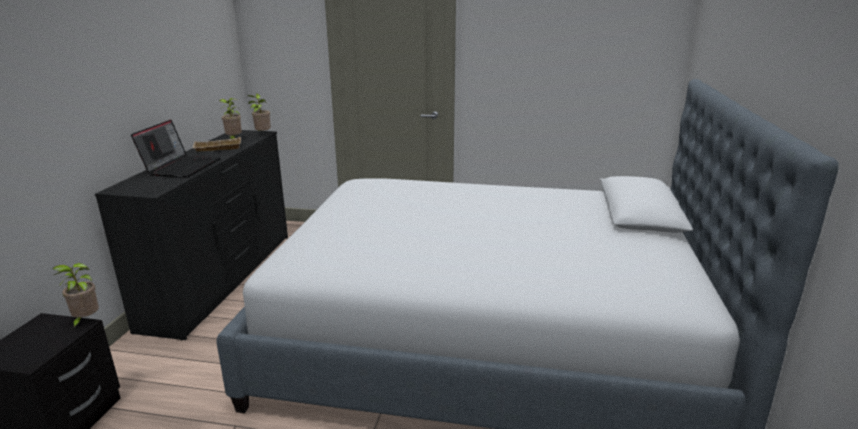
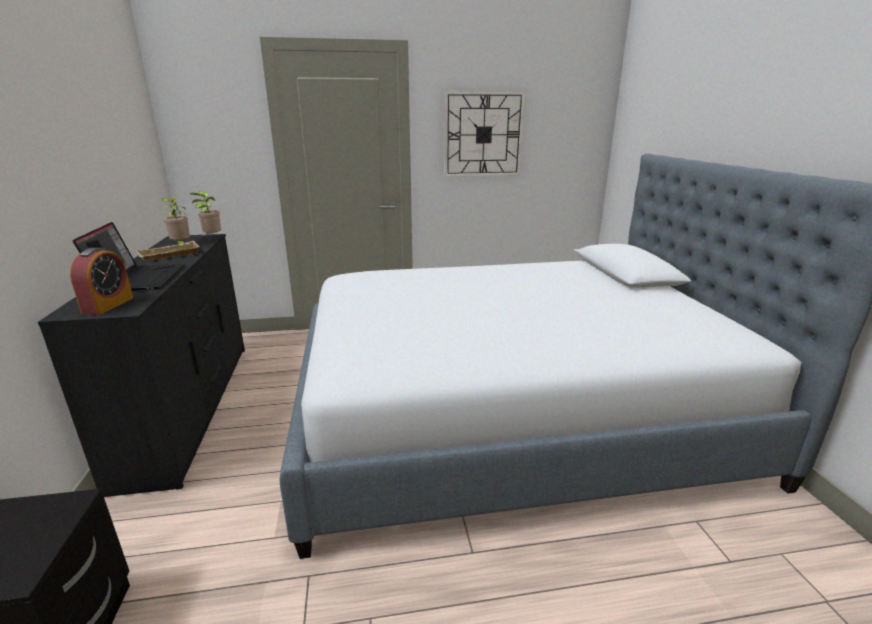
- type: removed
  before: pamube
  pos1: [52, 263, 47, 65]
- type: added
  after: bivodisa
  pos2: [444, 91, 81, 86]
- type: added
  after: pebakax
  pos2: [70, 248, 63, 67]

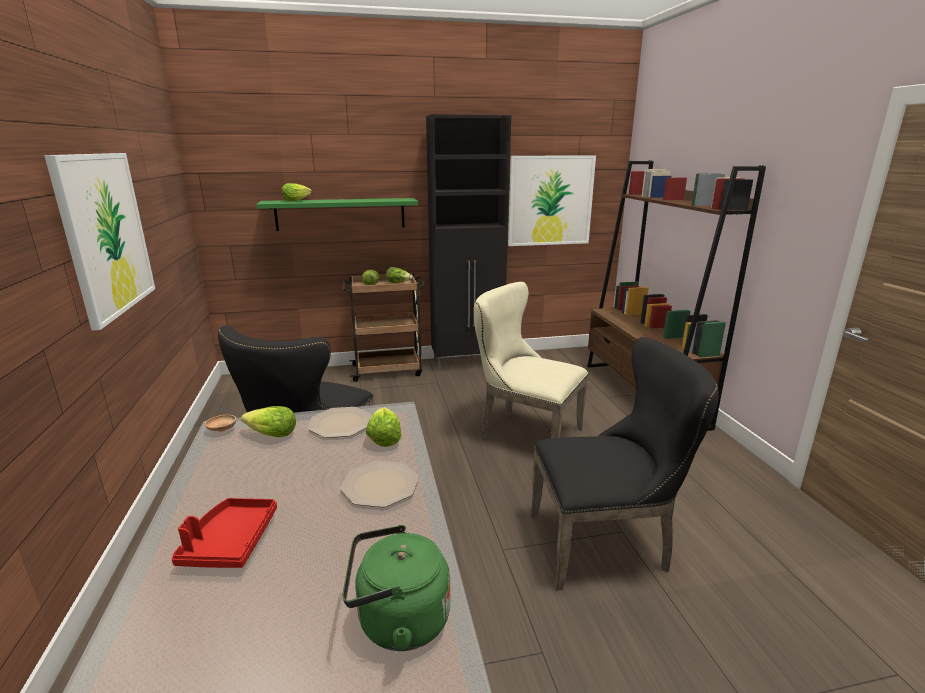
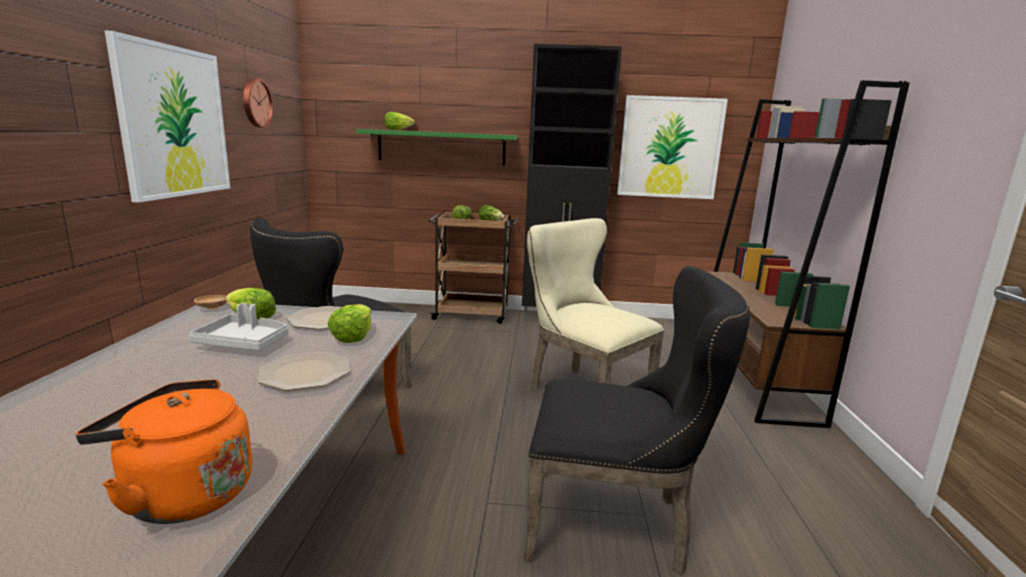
- type: removed
  before: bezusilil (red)
  pos1: [171, 498, 106, 70]
- type: recoloured
  before: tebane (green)
  after: tebane (orange)
  pos1: [343, 525, 107, 126]
  pos2: [76, 379, 176, 145]
- type: added
  after: bivodisa
  pos2: [243, 79, 30, 49]
- type: added
  after: bezusilil (grey)
  pos2: [189, 303, 99, 48]

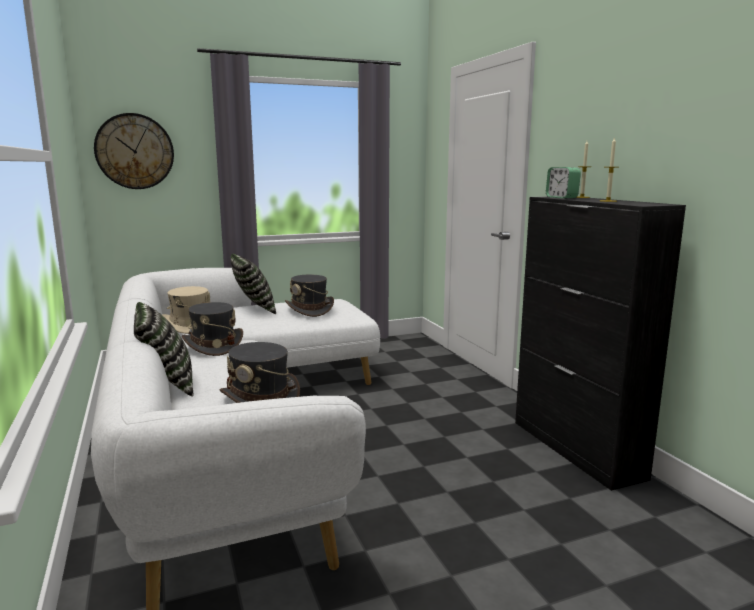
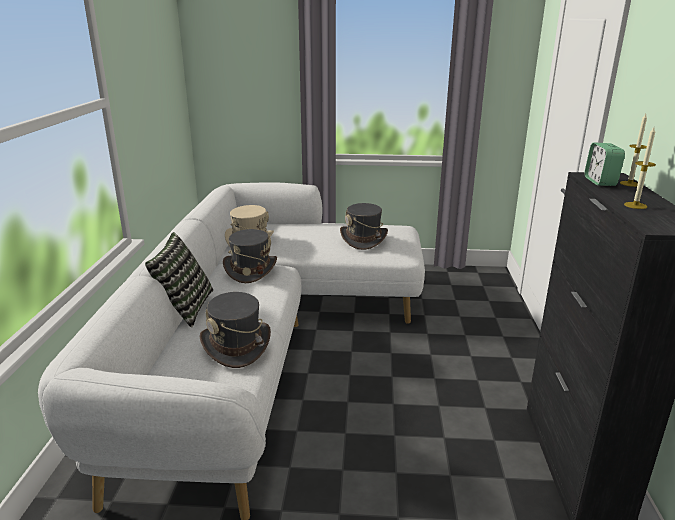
- type: removed
  before: bivodisa
  pos1: [94, 113, 80, 76]
- type: removed
  before: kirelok
  pos1: [231, 254, 45, 60]

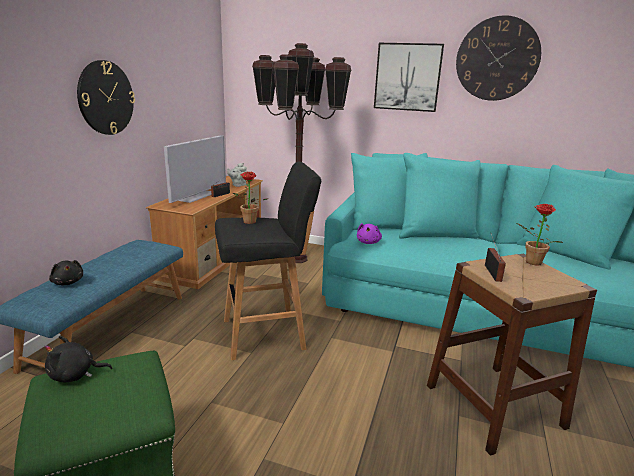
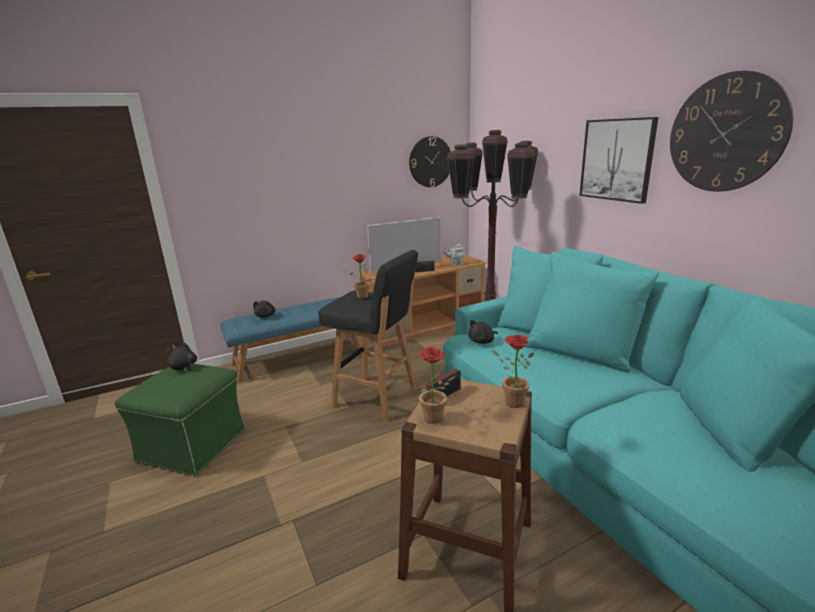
- type: moved
  before: bivodisa
  pos1: [77, 60, 58, 75]
  pos2: [409, 136, 42, 51]
- type: recoloured
  before: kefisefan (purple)
  after: kefisefan (black)
  pos1: [357, 223, 25, 21]
  pos2: [468, 320, 30, 24]
- type: added
  after: pamube
  pos2: [417, 347, 38, 77]

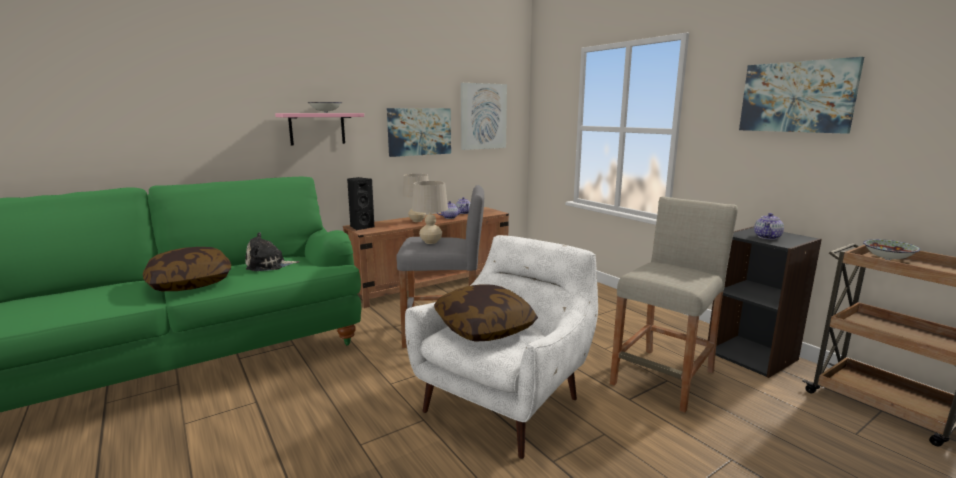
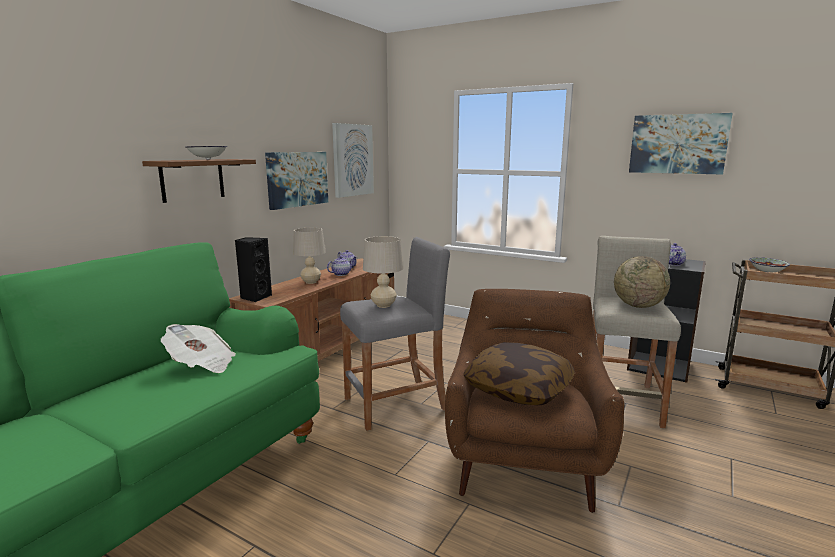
- type: recoloured
  before: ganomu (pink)
  after: ganomu (brown)
  pos1: [275, 113, 89, 33]
  pos2: [142, 159, 114, 44]
- type: replaced
  before: kefisefan
  after: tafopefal
  pos1: [246, 232, 54, 39]
  pos2: [161, 324, 75, 49]
- type: recoloured
  before: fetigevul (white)
  after: fetigevul (brown)
  pos1: [405, 235, 193, 224]
  pos2: [445, 289, 179, 224]
- type: removed
  before: kirelok
  pos1: [143, 247, 88, 44]
- type: added
  after: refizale
  pos2: [614, 256, 56, 52]

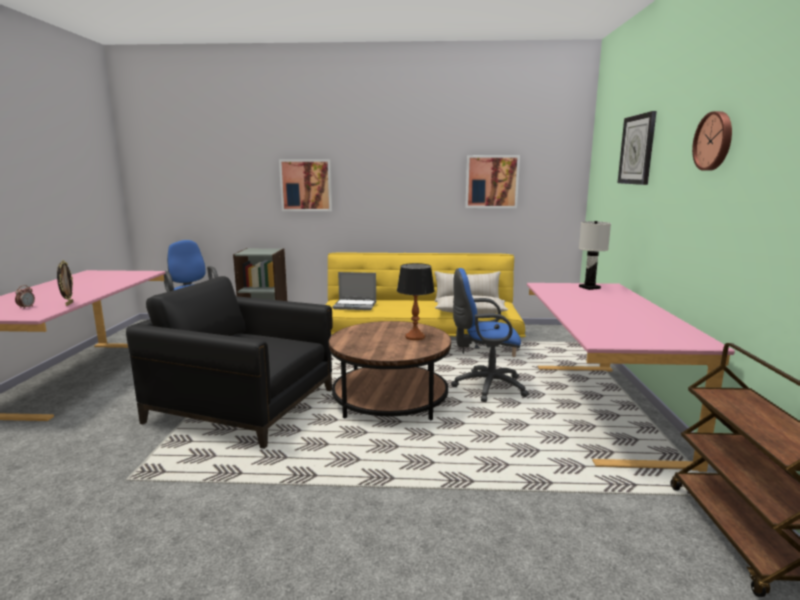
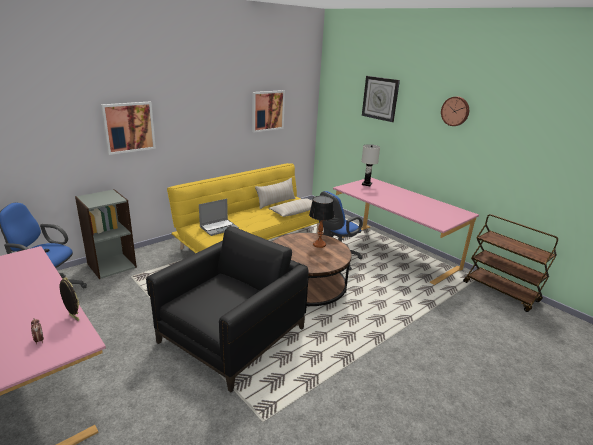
- type: turned
  before: fetigevul (black)
  pos1: [126, 276, 207, 173]
  pos2: [146, 226, 163, 166]
  turn: 150

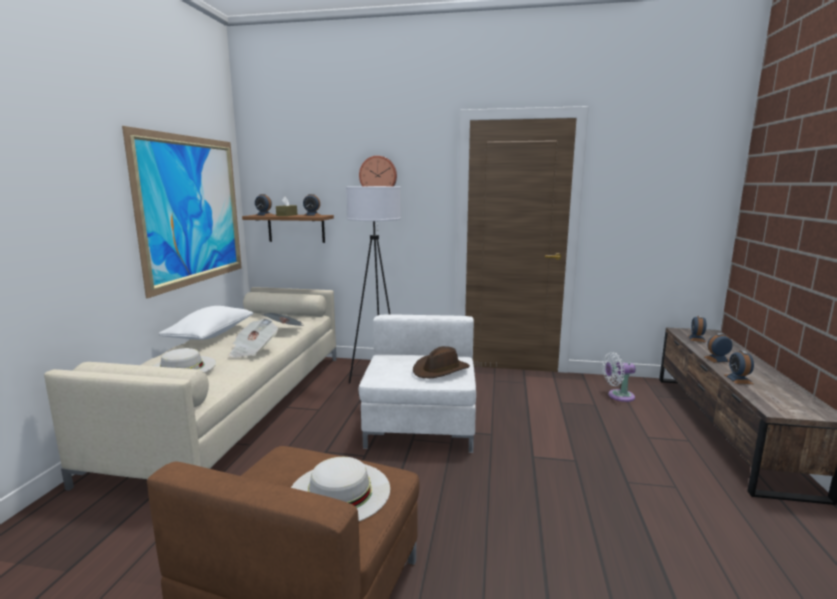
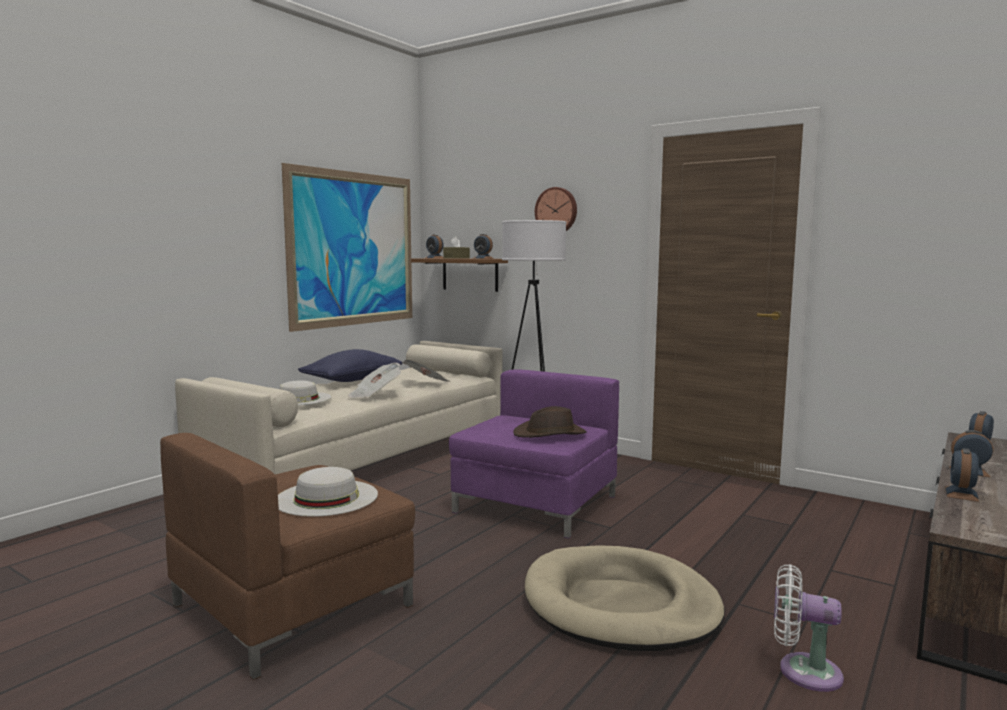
- type: recoloured
  before: kirelok (white)
  after: kirelok (blue)
  pos1: [158, 306, 95, 34]
  pos2: [298, 349, 104, 33]
- type: recoloured
  before: fetigevul (white)
  after: fetigevul (purple)
  pos1: [359, 314, 117, 139]
  pos2: [449, 369, 170, 170]
- type: moved
  before: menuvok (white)
  pos1: [603, 352, 33, 50]
  pos2: [774, 564, 70, 128]
- type: added
  after: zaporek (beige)
  pos2: [525, 545, 200, 106]

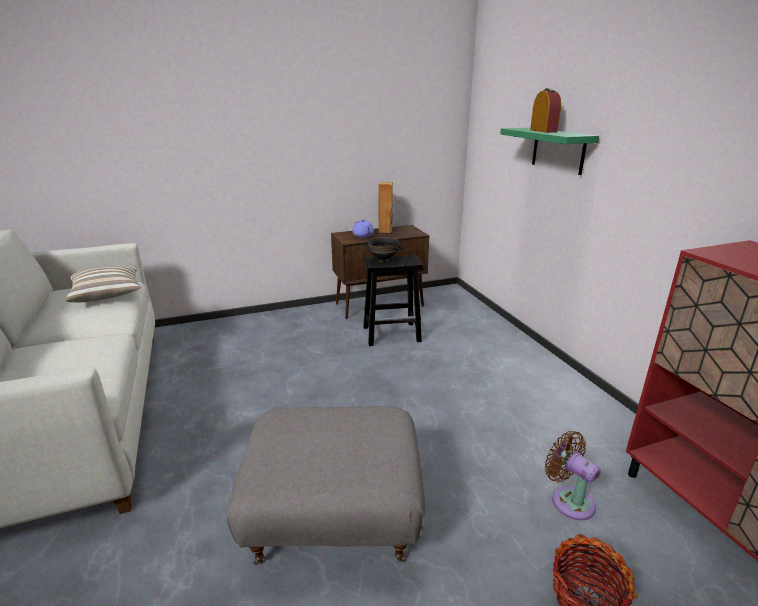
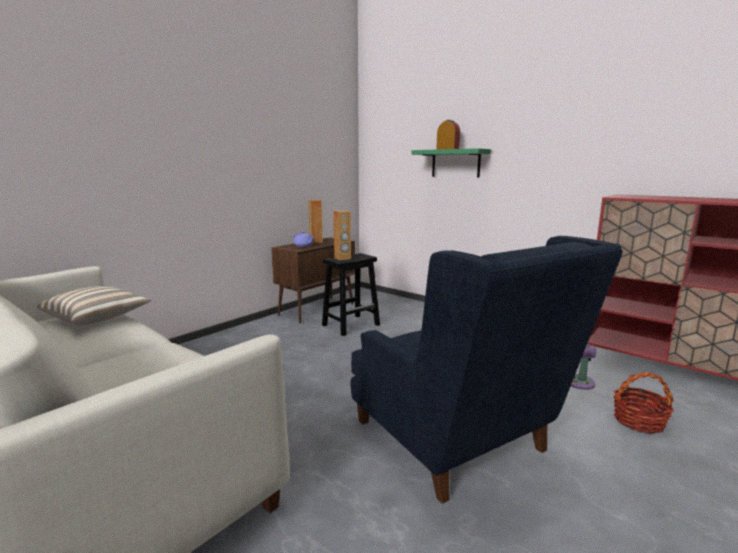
- type: replaced
  before: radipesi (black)
  after: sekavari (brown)
  pos1: [363, 237, 41, 25]
  pos2: [333, 210, 18, 50]
- type: replaced
  before: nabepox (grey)
  after: fetigevul (blue)
  pos1: [227, 406, 198, 159]
  pos2: [351, 236, 272, 268]

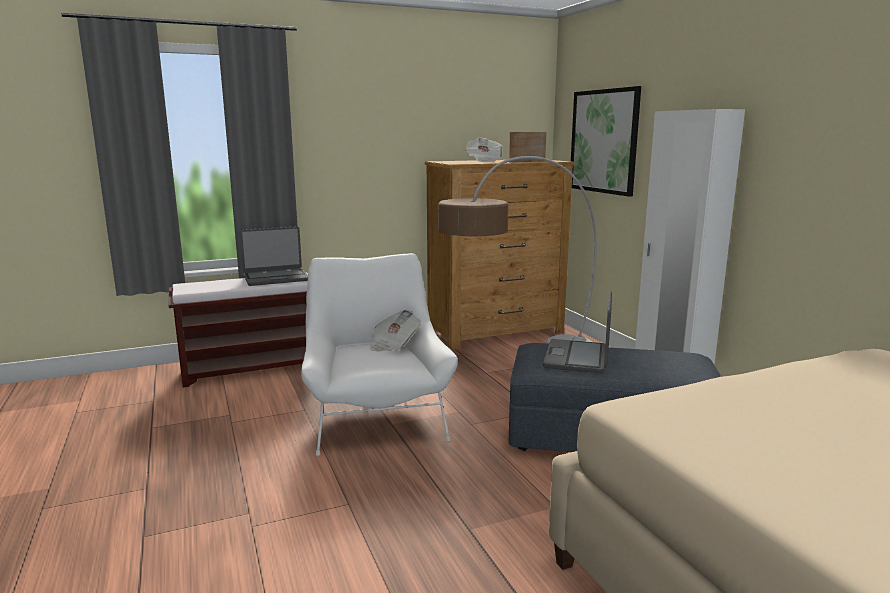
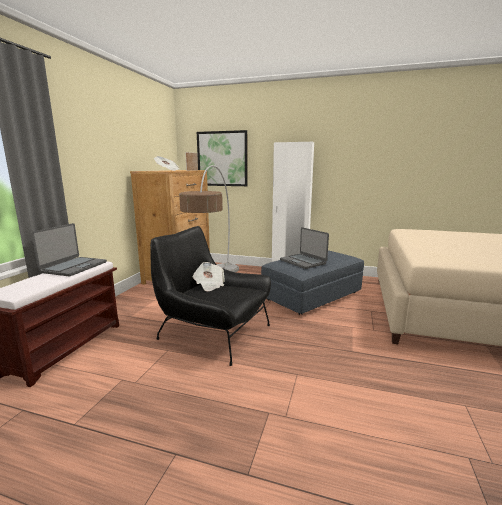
- type: recoloured
  before: fetigevul (white)
  after: fetigevul (black)
  pos1: [301, 253, 157, 203]
  pos2: [150, 226, 121, 140]

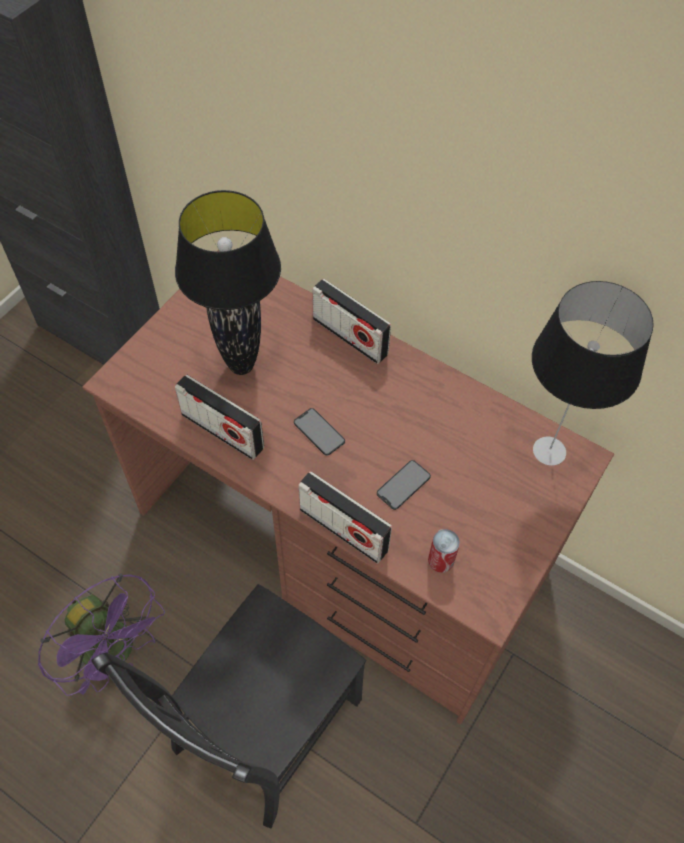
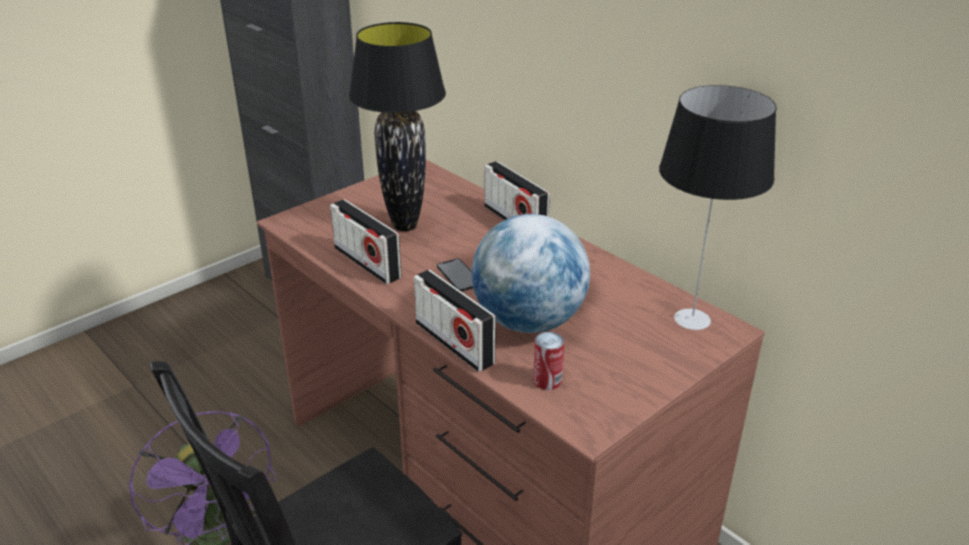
- type: replaced
  before: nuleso
  after: refizale
  pos1: [377, 460, 54, 50]
  pos2: [471, 214, 119, 119]

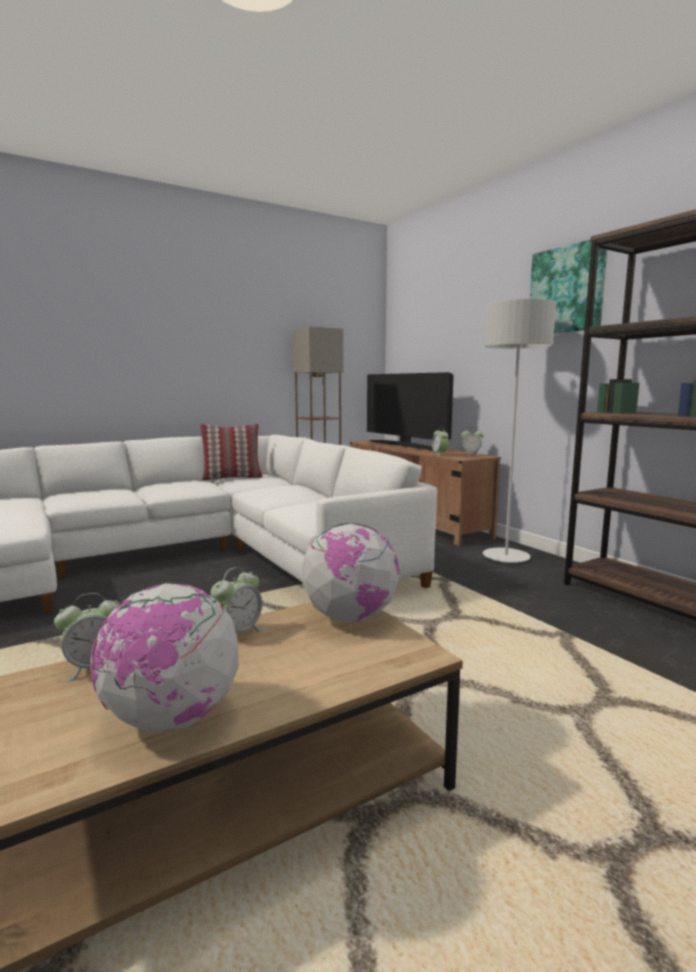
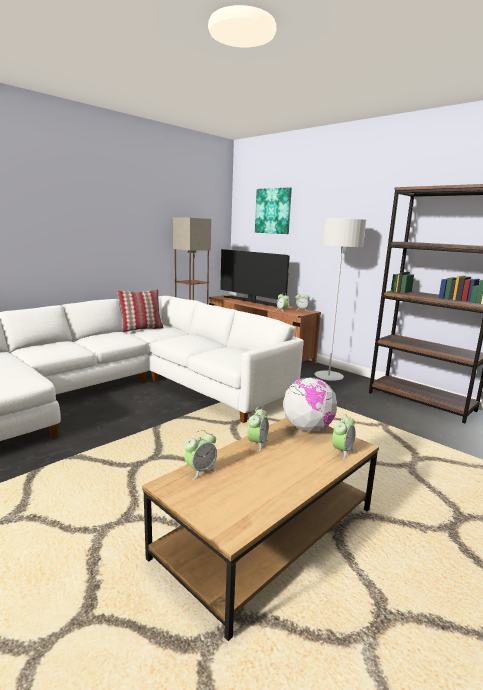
- type: moved
  before: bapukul
  pos1: [530, 239, 77, 94]
  pos2: [255, 187, 37, 47]
- type: removed
  before: refizale
  pos1: [90, 583, 149, 149]
- type: added
  after: pebakax
  pos2: [332, 414, 23, 45]

